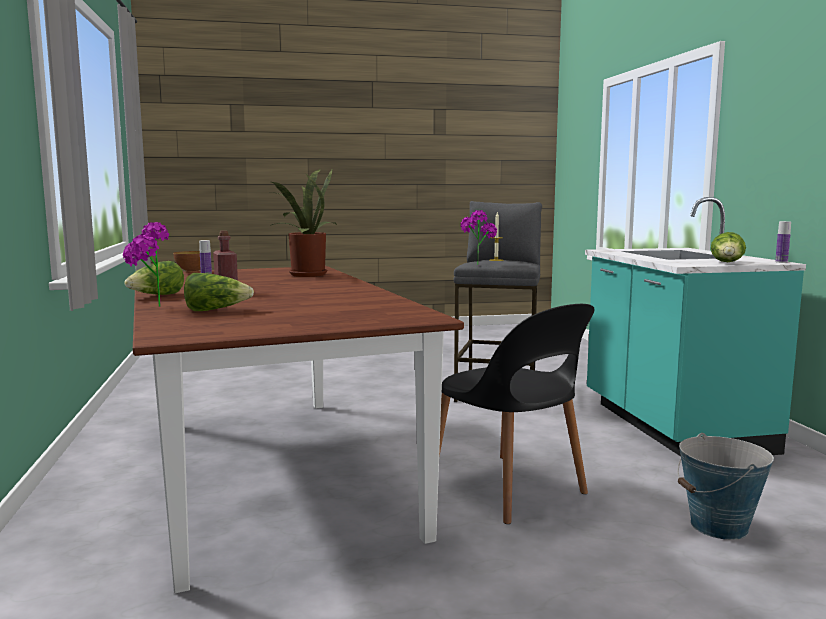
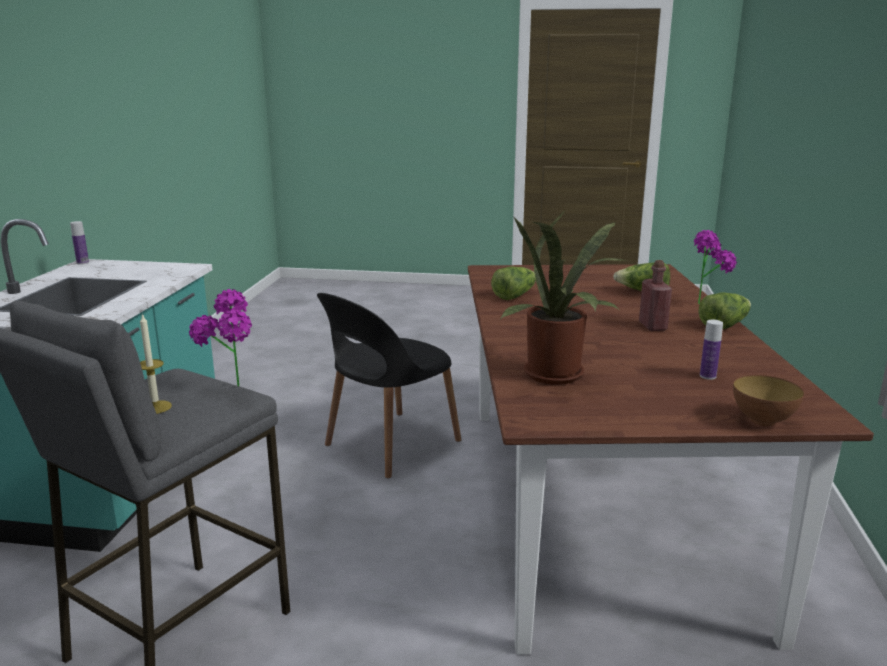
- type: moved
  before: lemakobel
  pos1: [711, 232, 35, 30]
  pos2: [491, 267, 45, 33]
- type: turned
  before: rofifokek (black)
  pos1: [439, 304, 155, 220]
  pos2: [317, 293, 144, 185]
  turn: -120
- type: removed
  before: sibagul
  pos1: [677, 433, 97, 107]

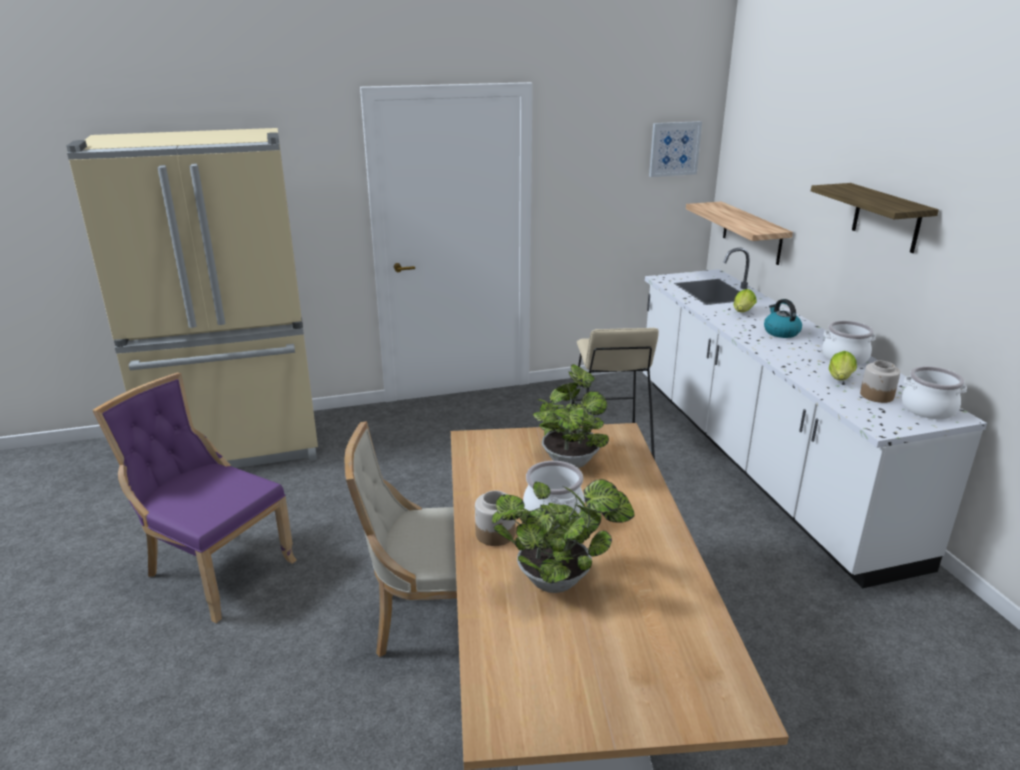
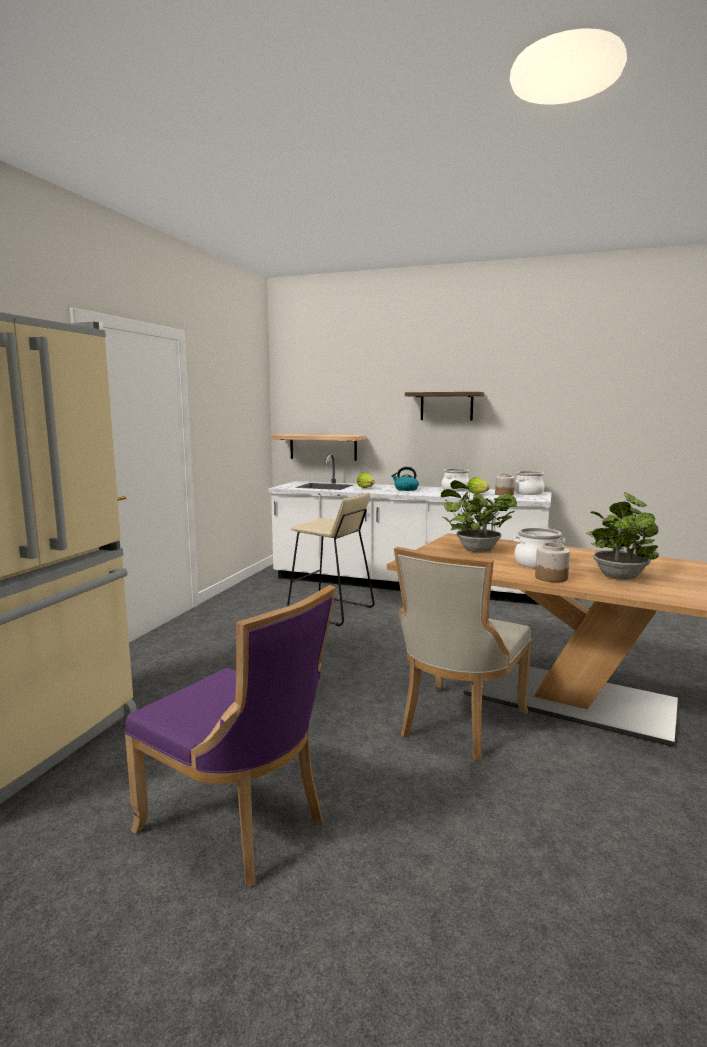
- type: removed
  before: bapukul
  pos1: [649, 121, 53, 56]
- type: turned
  before: rofifokek (purple)
  pos1: [92, 373, 205, 250]
  pos2: [124, 585, 212, 302]
  turn: -120

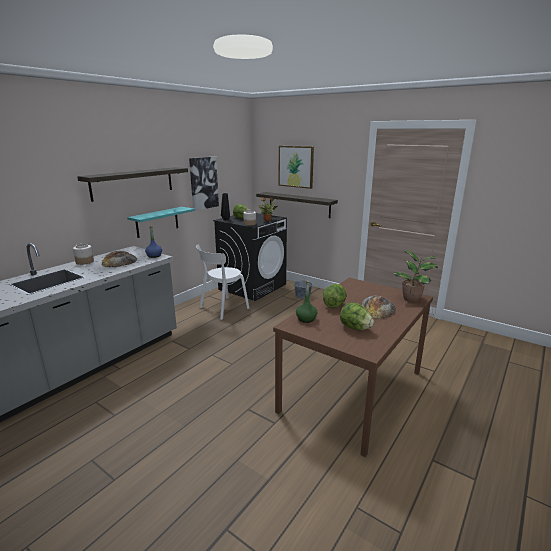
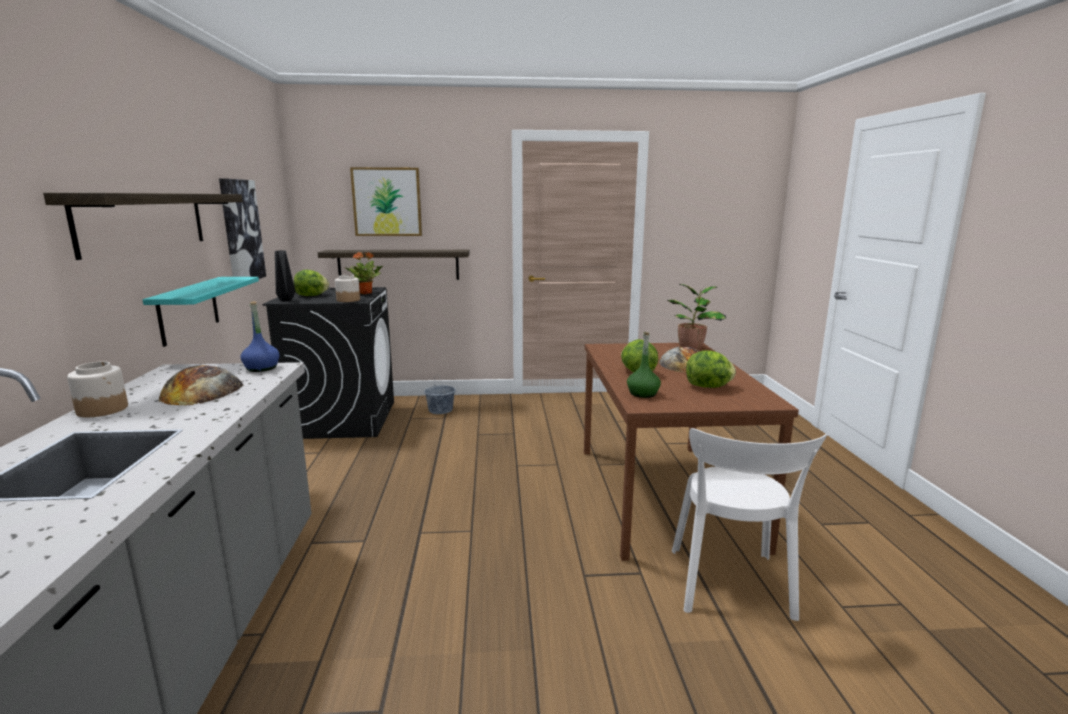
- type: moved
  before: rofifokek (white)
  pos1: [196, 245, 53, 75]
  pos2: [672, 428, 155, 193]

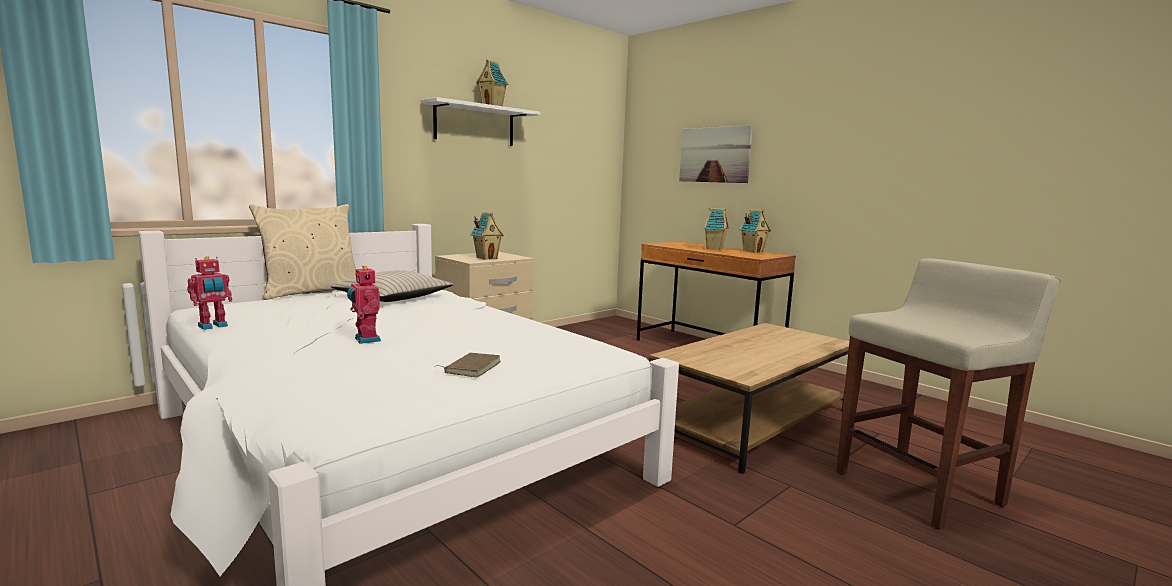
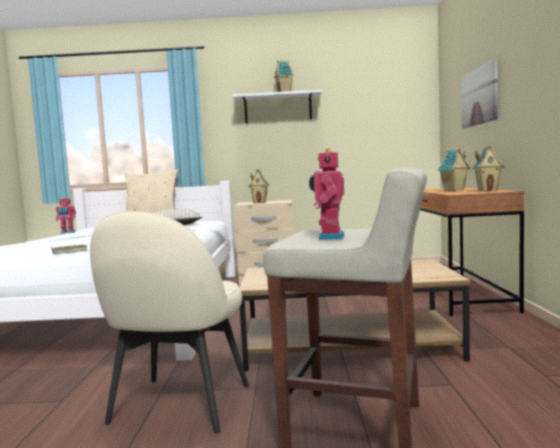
- type: moved
  before: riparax
  pos1: [347, 266, 34, 78]
  pos2: [309, 148, 36, 92]
- type: added
  after: rofifokek (beige)
  pos2: [90, 211, 159, 222]

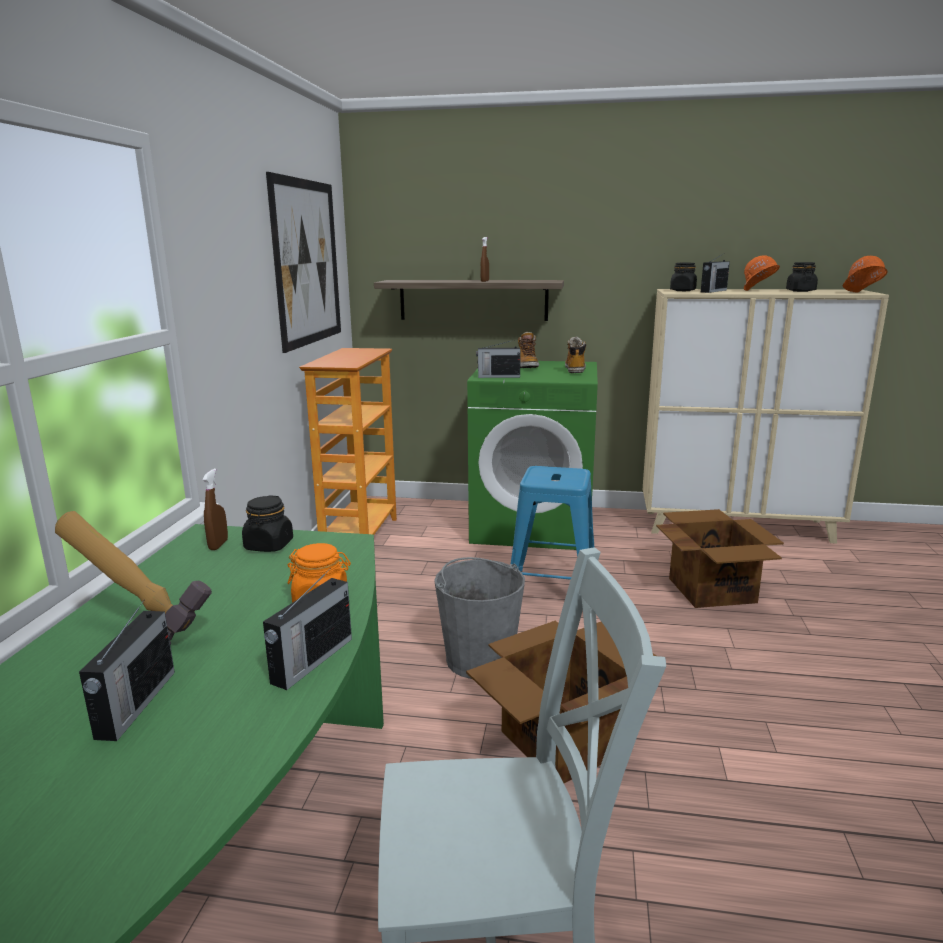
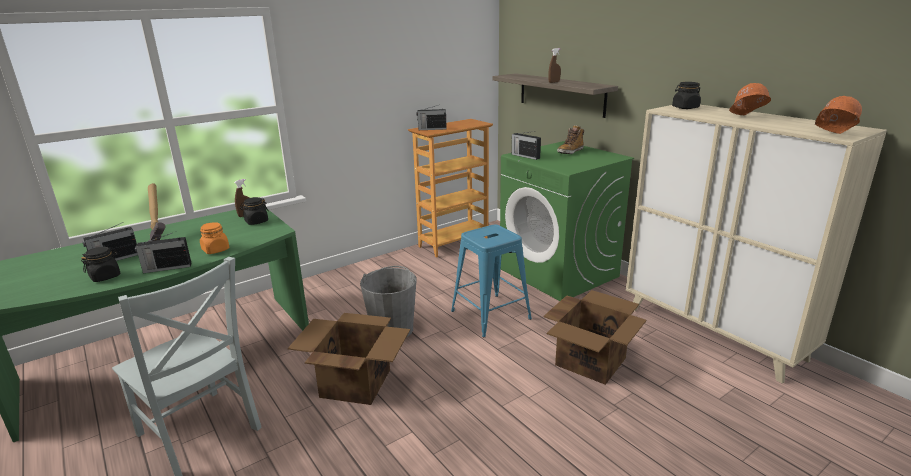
- type: removed
  before: bapukul
  pos1: [266, 172, 75, 181]
- type: moved
  before: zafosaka
  pos1: [701, 254, 29, 39]
  pos2: [416, 105, 31, 25]
- type: moved
  before: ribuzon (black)
  pos1: [786, 262, 32, 30]
  pos2: [81, 247, 40, 35]
- type: removed
  before: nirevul
  pos1: [565, 336, 21, 37]

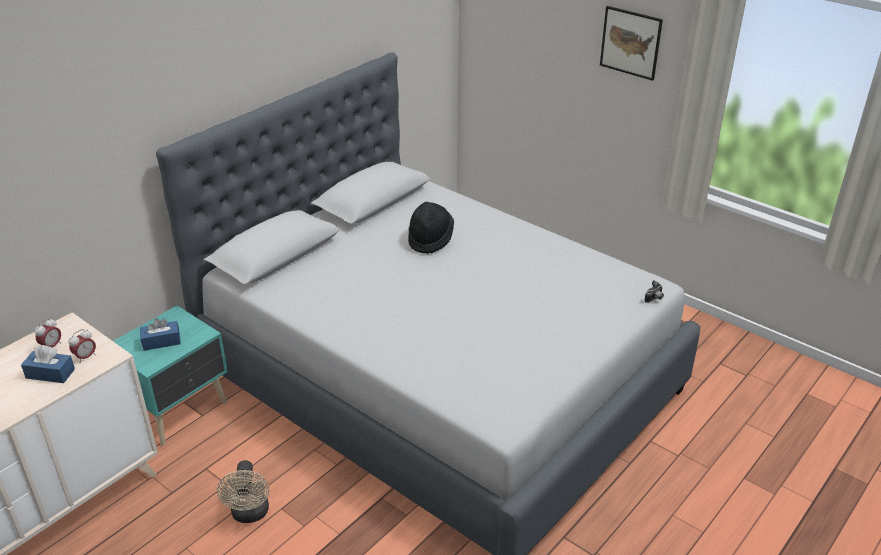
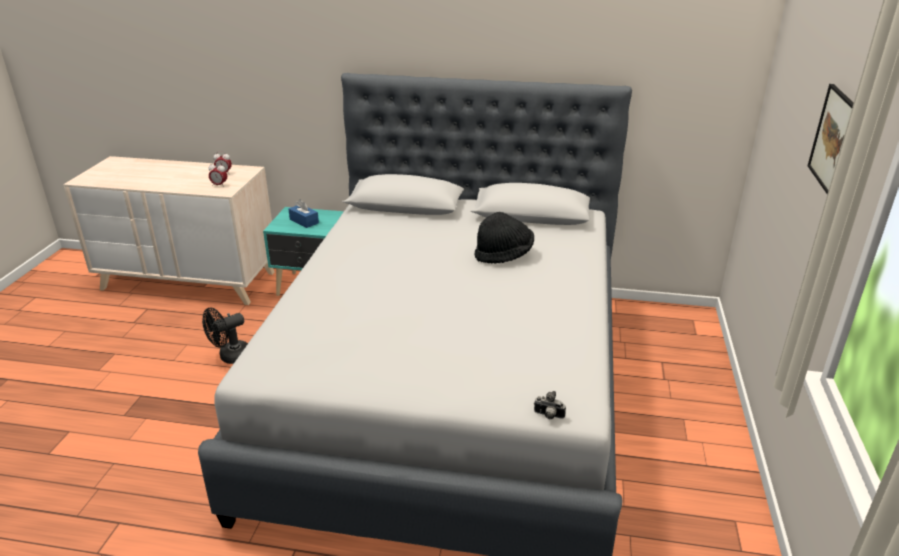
- type: removed
  before: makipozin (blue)
  pos1: [21, 345, 54, 38]
- type: recoloured
  before: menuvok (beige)
  after: menuvok (black)
  pos1: [217, 460, 52, 63]
  pos2: [202, 308, 46, 56]

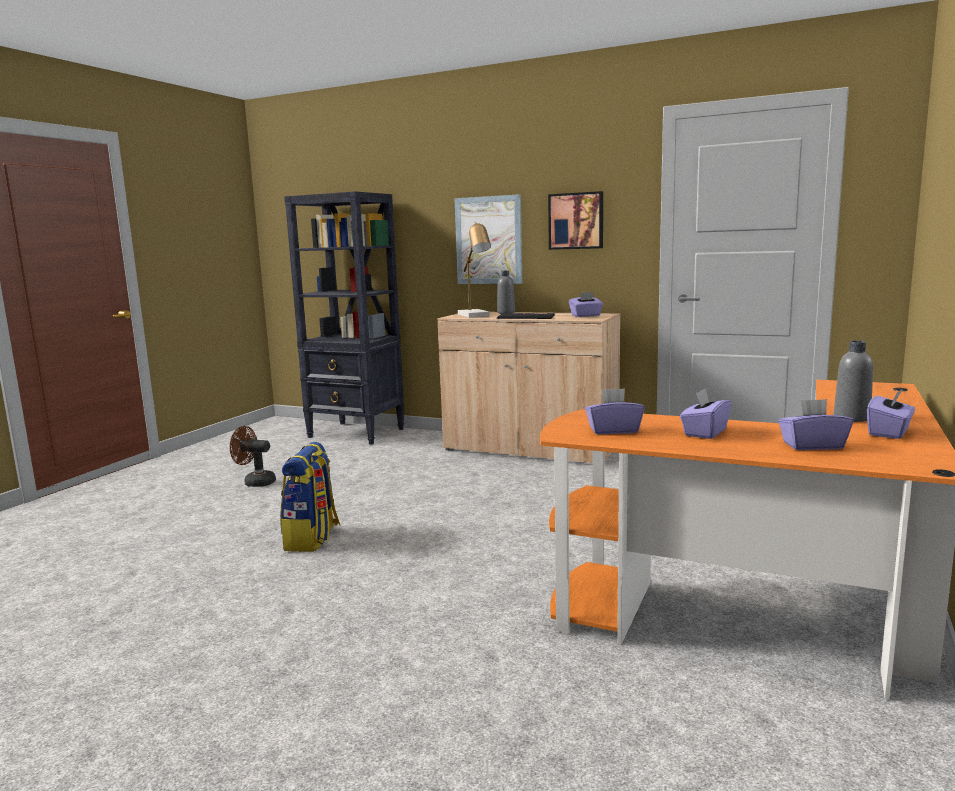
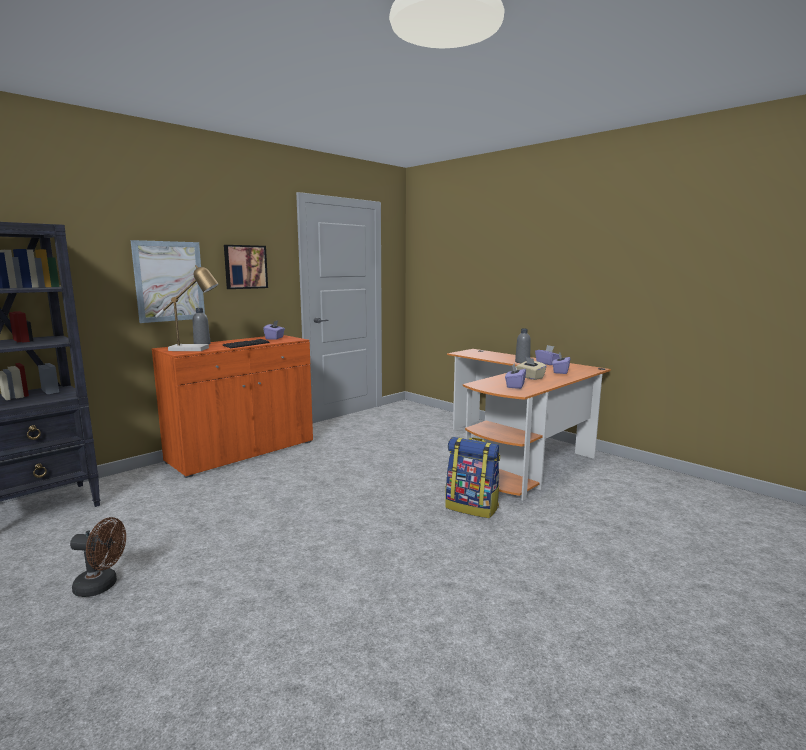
- type: recoloured
  before: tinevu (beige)
  after: tinevu (orange)
  pos1: [437, 312, 183, 151]
  pos2: [152, 335, 161, 143]
- type: recoloured
  before: makipozin (purple)
  after: makipozin (beige)
  pos1: [680, 388, 51, 51]
  pos2: [516, 357, 31, 23]
- type: turned
  before: menuvok (brown)
  pos1: [230, 426, 46, 61]
  pos2: [70, 517, 56, 80]
  turn: -120
- type: moved
  before: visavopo
  pos1: [280, 442, 60, 110]
  pos2: [445, 437, 55, 81]

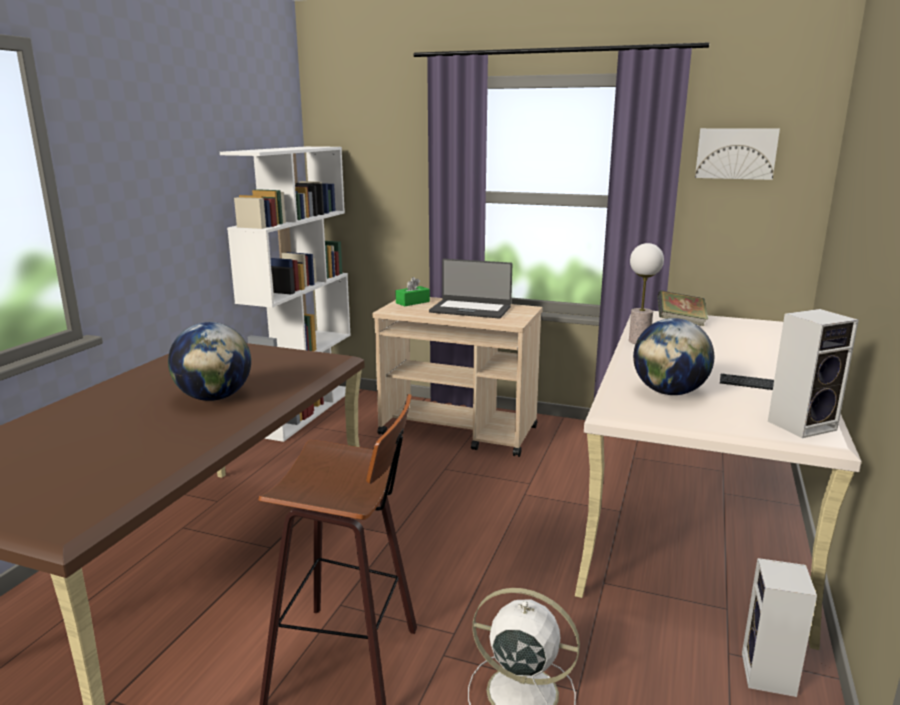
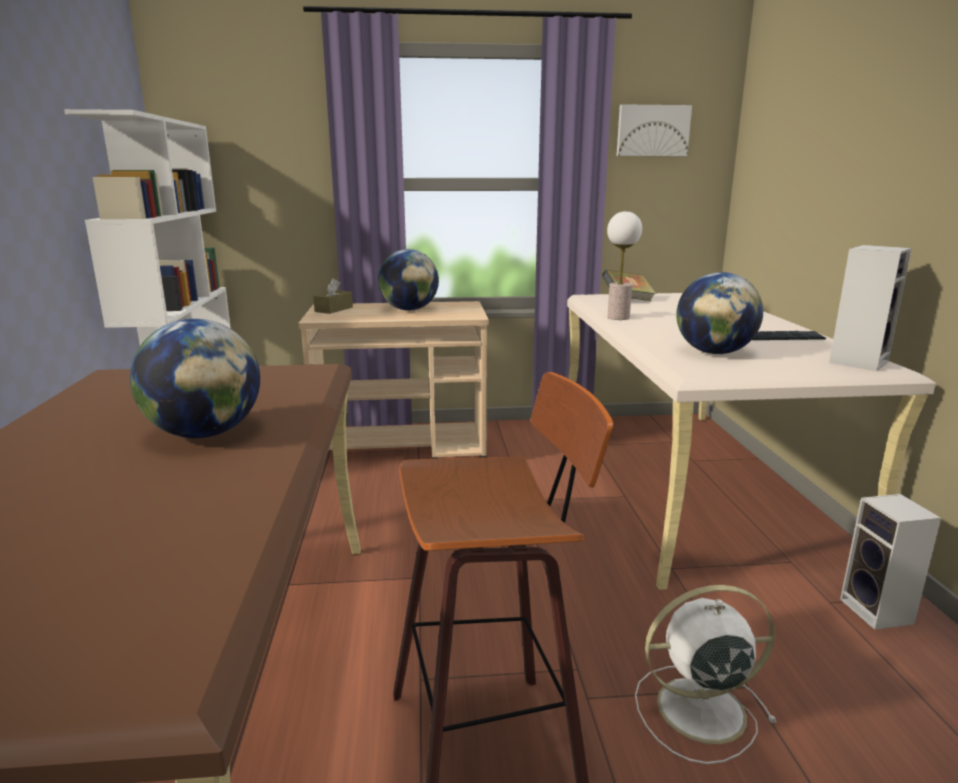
- type: replaced
  before: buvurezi
  after: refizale
  pos1: [429, 259, 83, 60]
  pos2: [378, 249, 61, 62]
- type: recoloured
  before: makipozin (green)
  after: makipozin (brown)
  pos1: [396, 277, 34, 29]
  pos2: [313, 278, 40, 36]

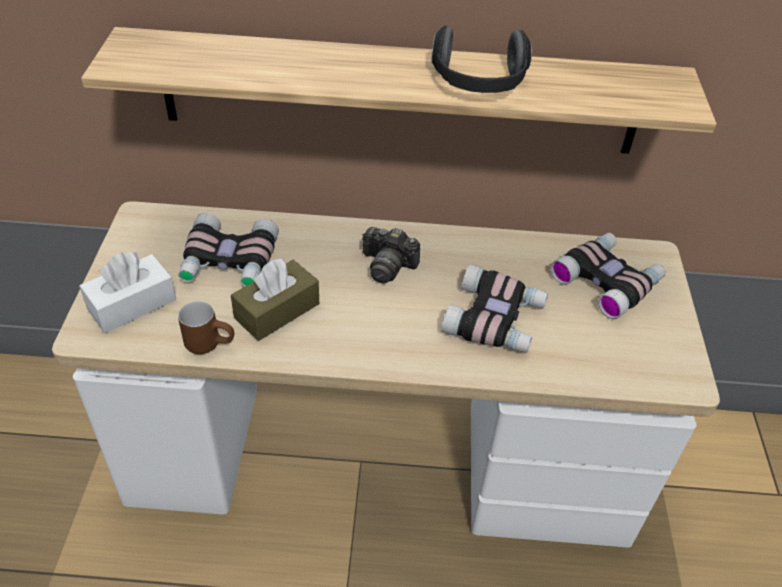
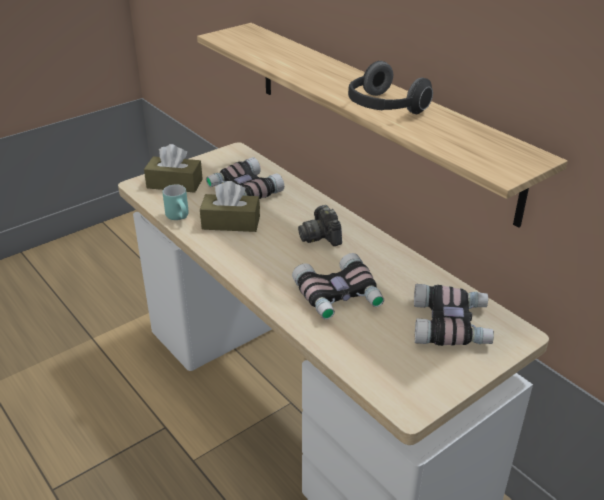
- type: recoloured
  before: makipozin (white)
  after: makipozin (brown)
  pos1: [79, 252, 97, 81]
  pos2: [144, 144, 59, 49]
- type: recoloured
  before: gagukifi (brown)
  after: gagukifi (turquoise)
  pos1: [178, 301, 56, 53]
  pos2: [163, 184, 26, 36]

